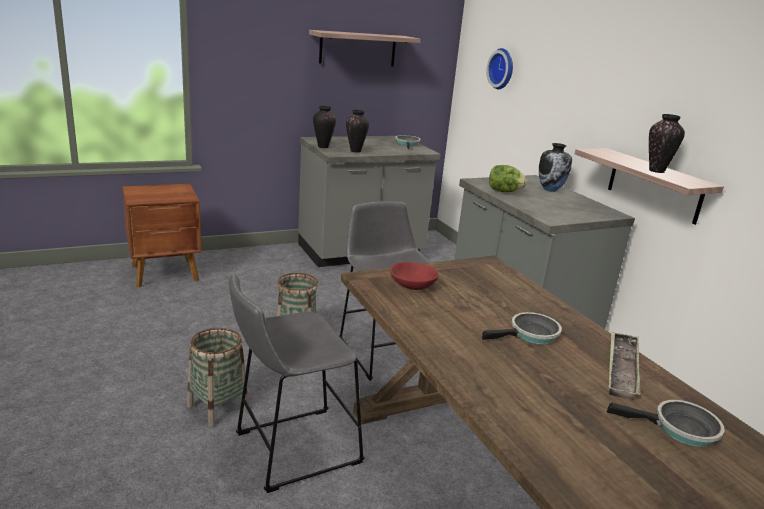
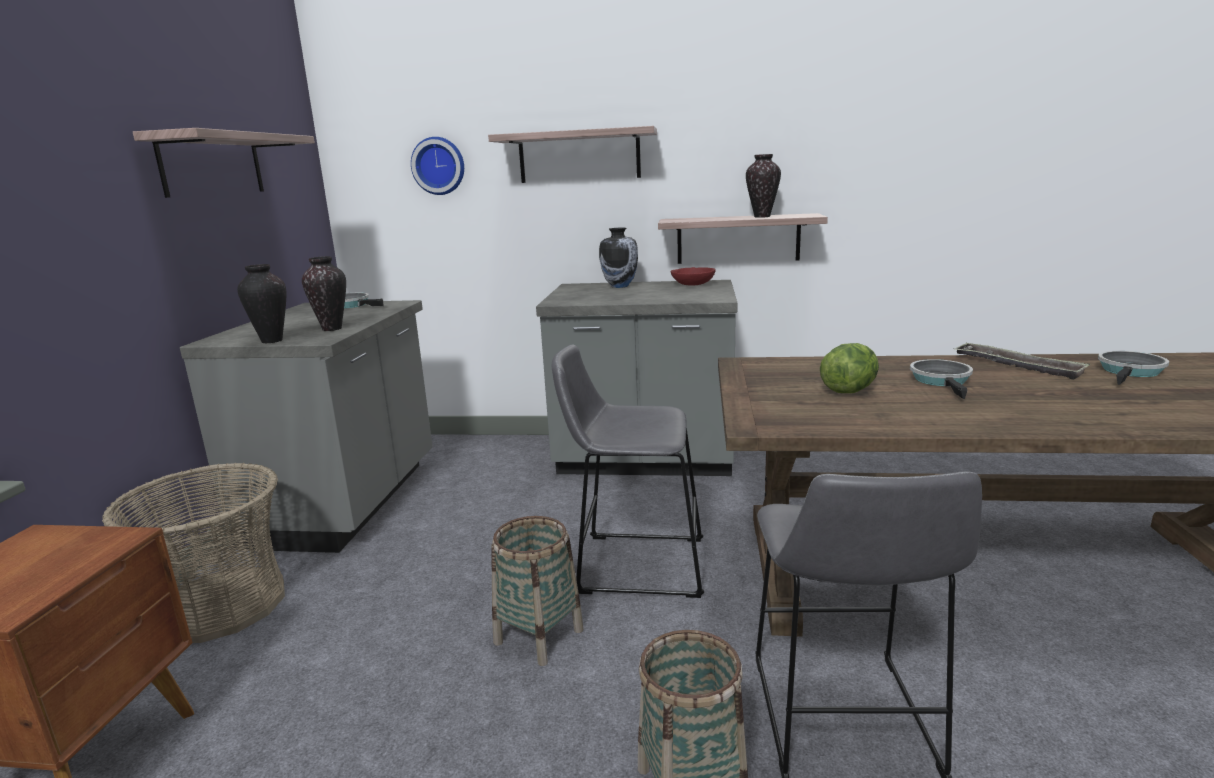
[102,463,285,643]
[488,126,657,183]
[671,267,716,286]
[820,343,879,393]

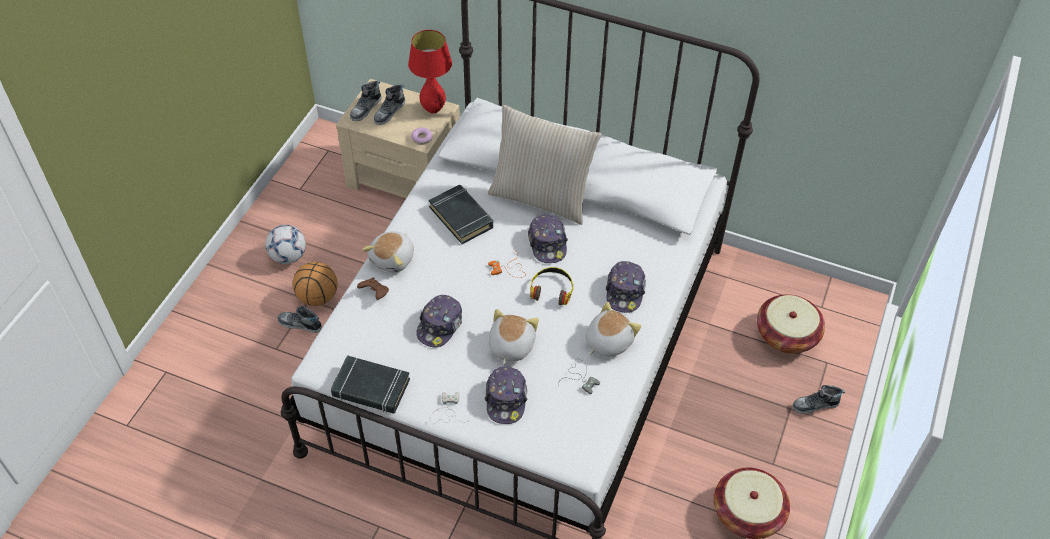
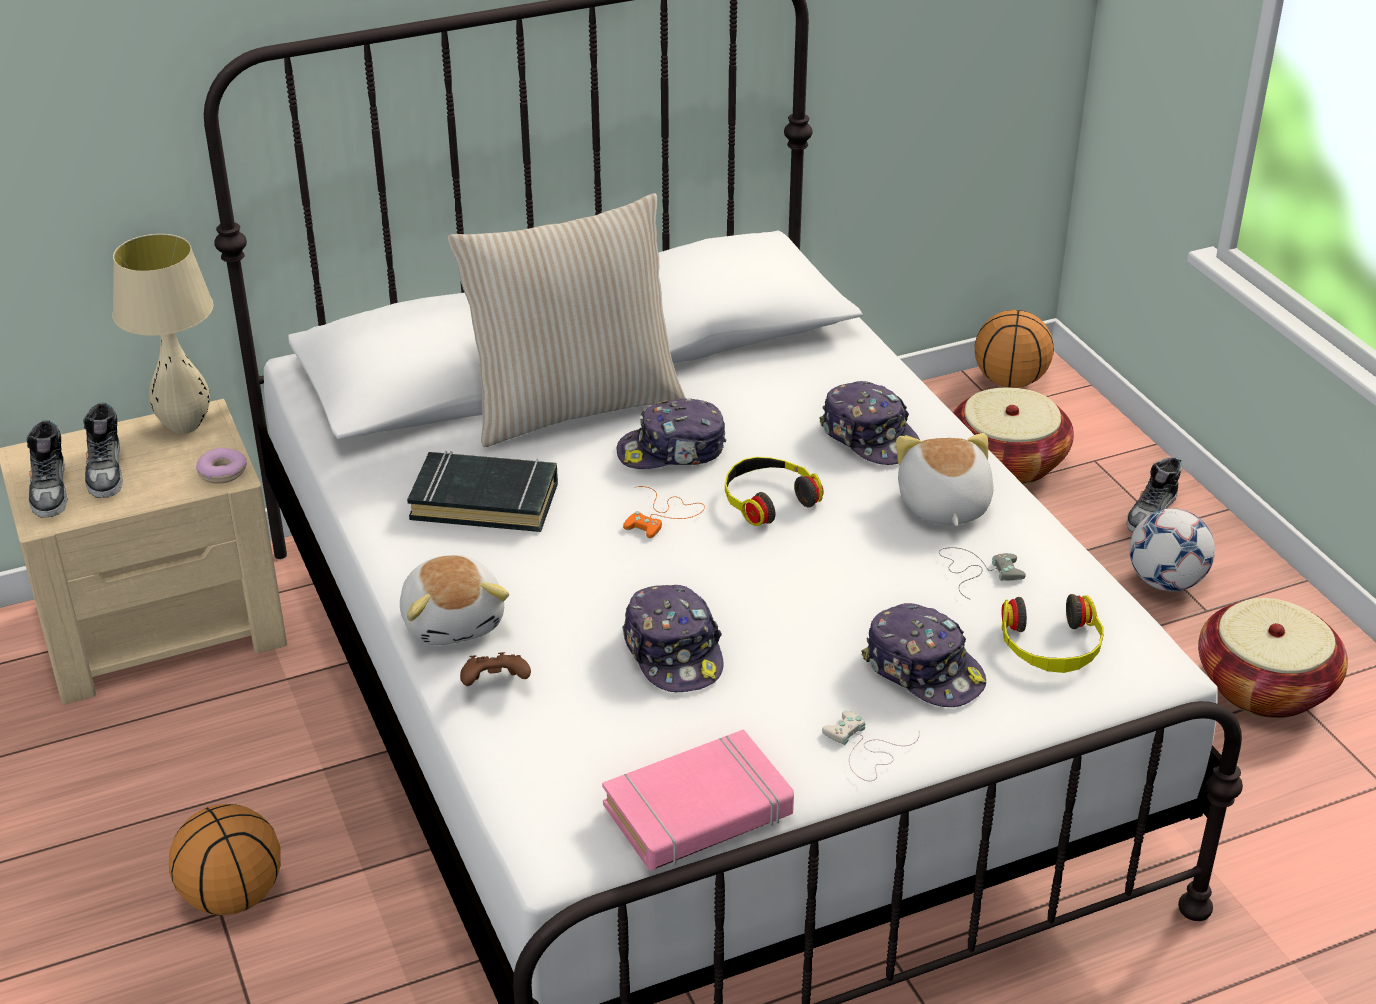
[278,306,322,333] (first image)
[489,309,539,365] (first image)
[975,310,1054,388]
[1002,594,1104,673]
[1130,508,1215,591]
[602,729,794,871]
[113,234,214,434]
[617,398,726,469]

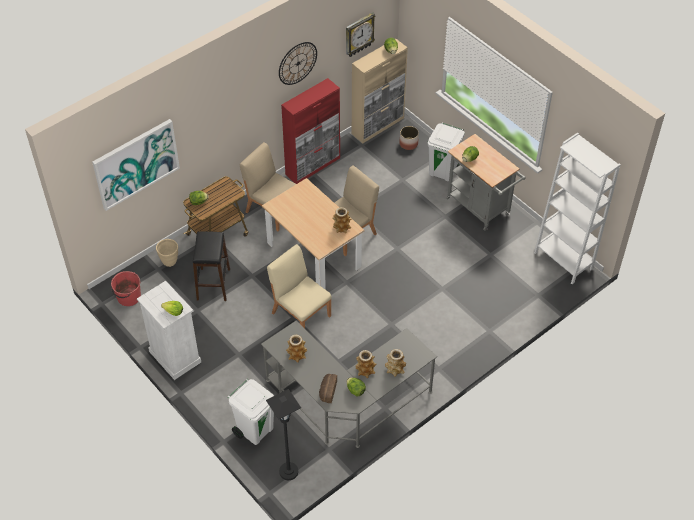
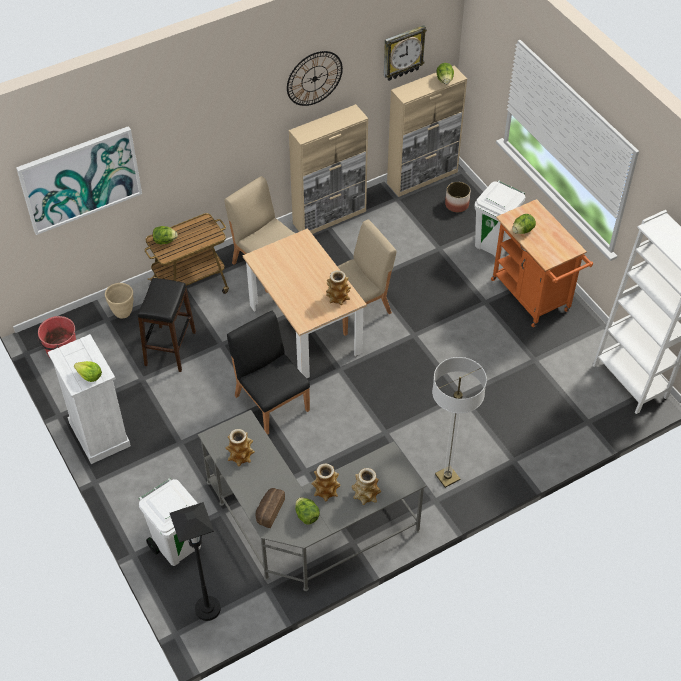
[432,357,487,488]
[227,311,310,435]
[289,104,368,234]
[491,199,593,327]

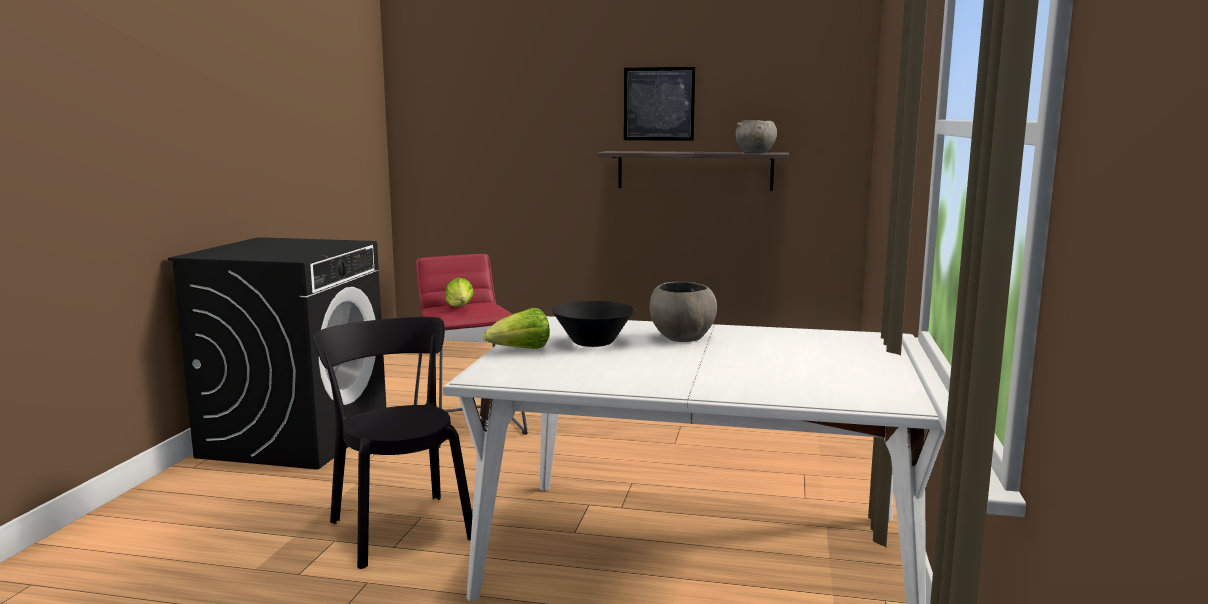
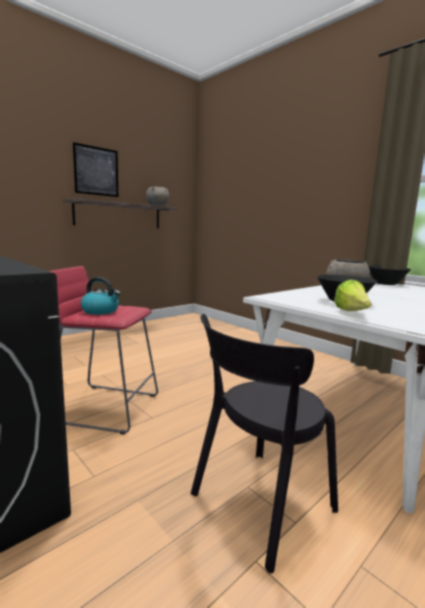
[369,265,411,285]
[81,277,121,315]
[191,314,338,574]

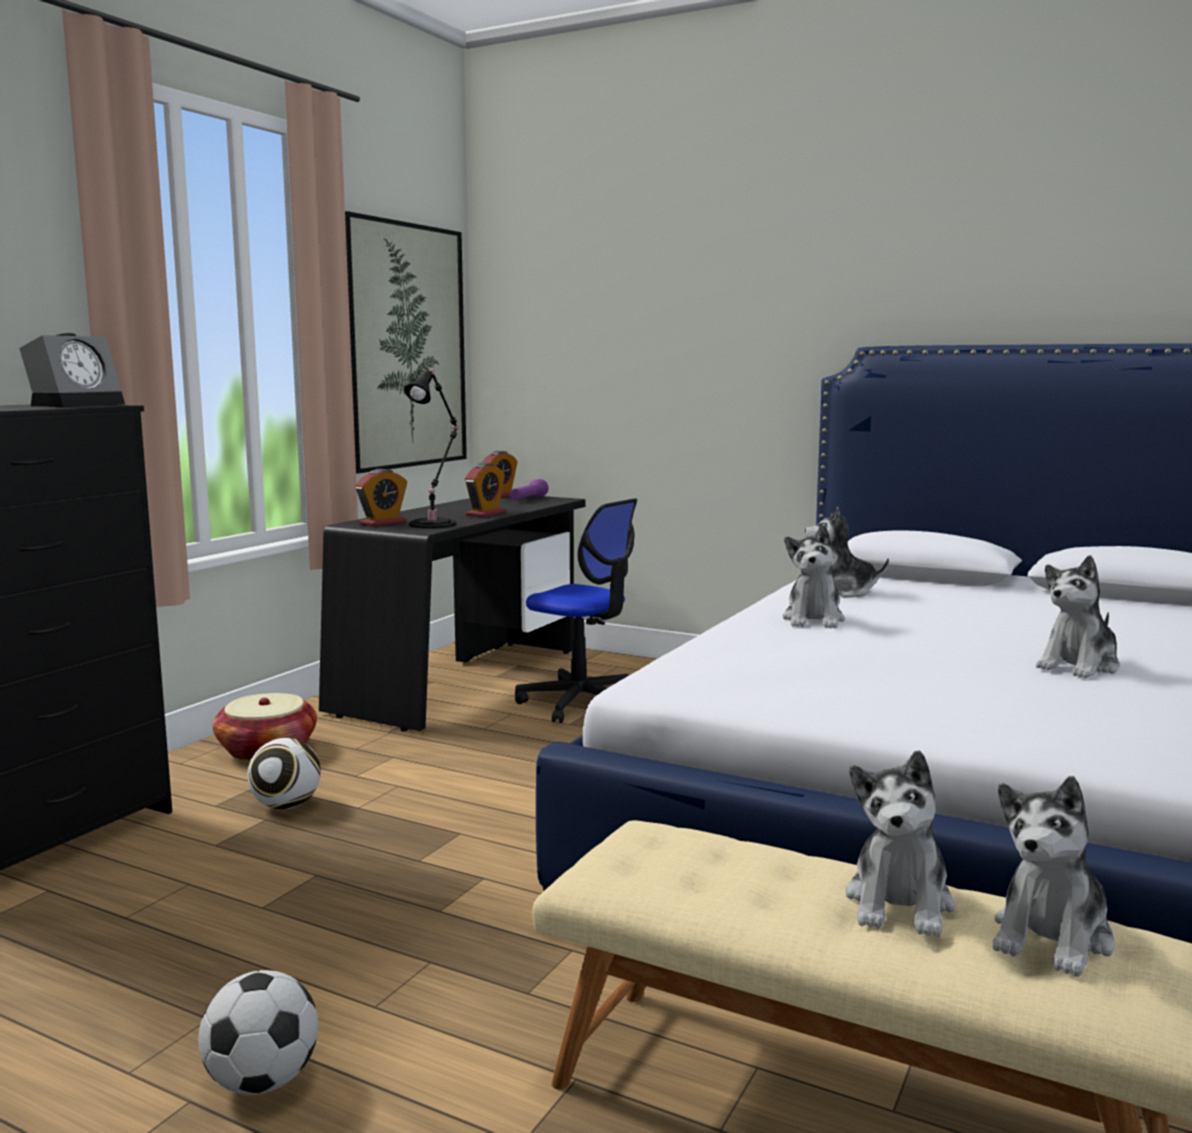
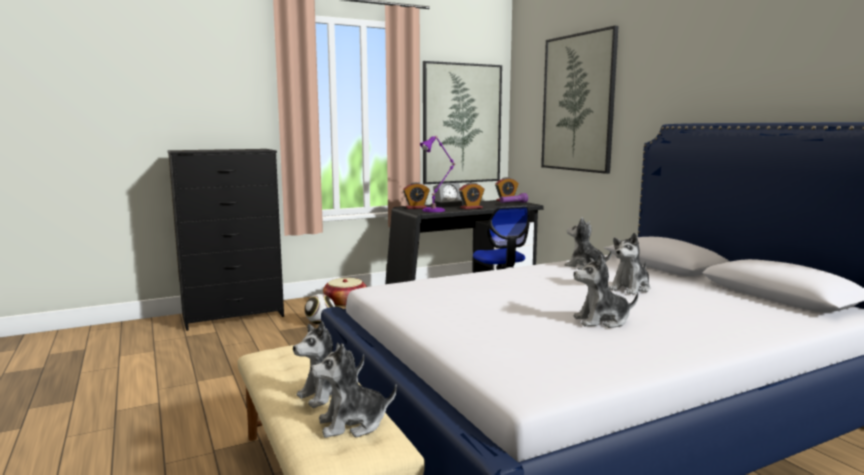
[198,970,318,1095] (first image)
[541,26,619,174]
[433,182,463,207]
[609,233,650,295]
[420,136,455,212]

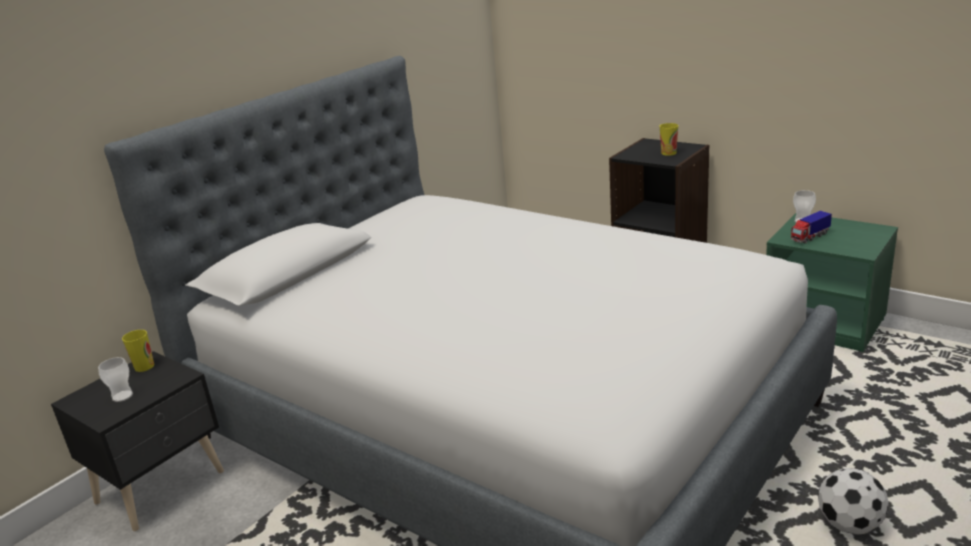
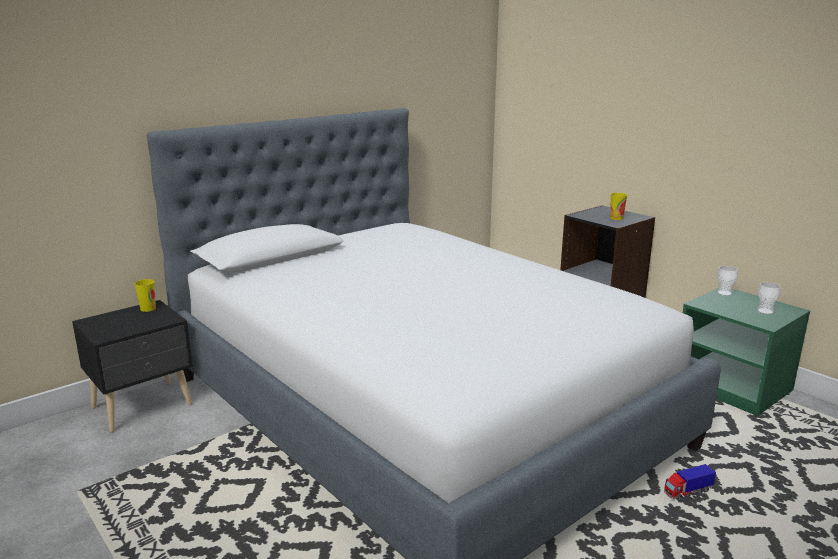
[818,468,889,535] (first image)
[757,282,781,314]
[664,464,716,500]

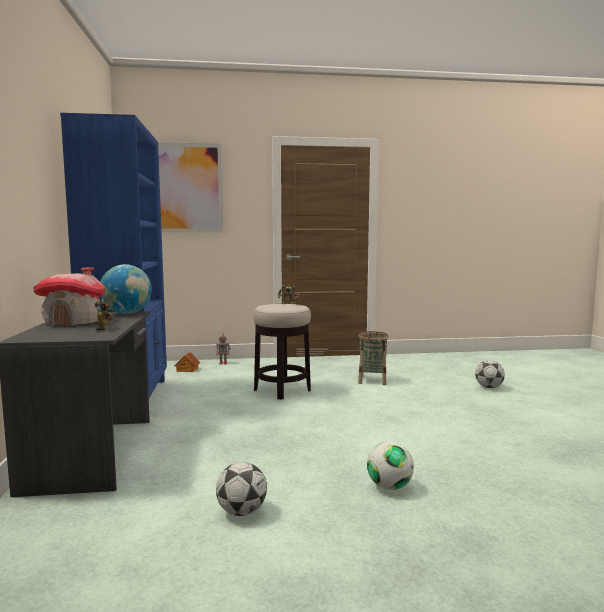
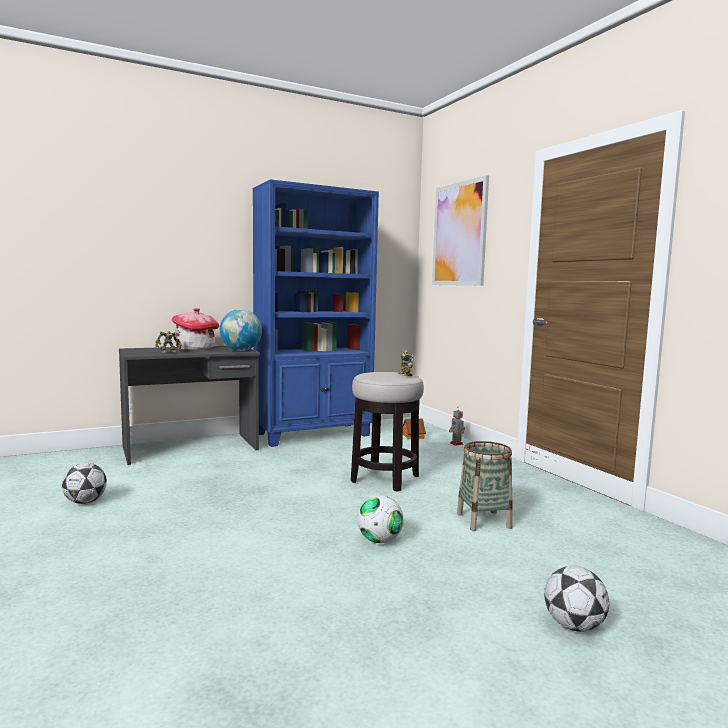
[357,495,404,543]

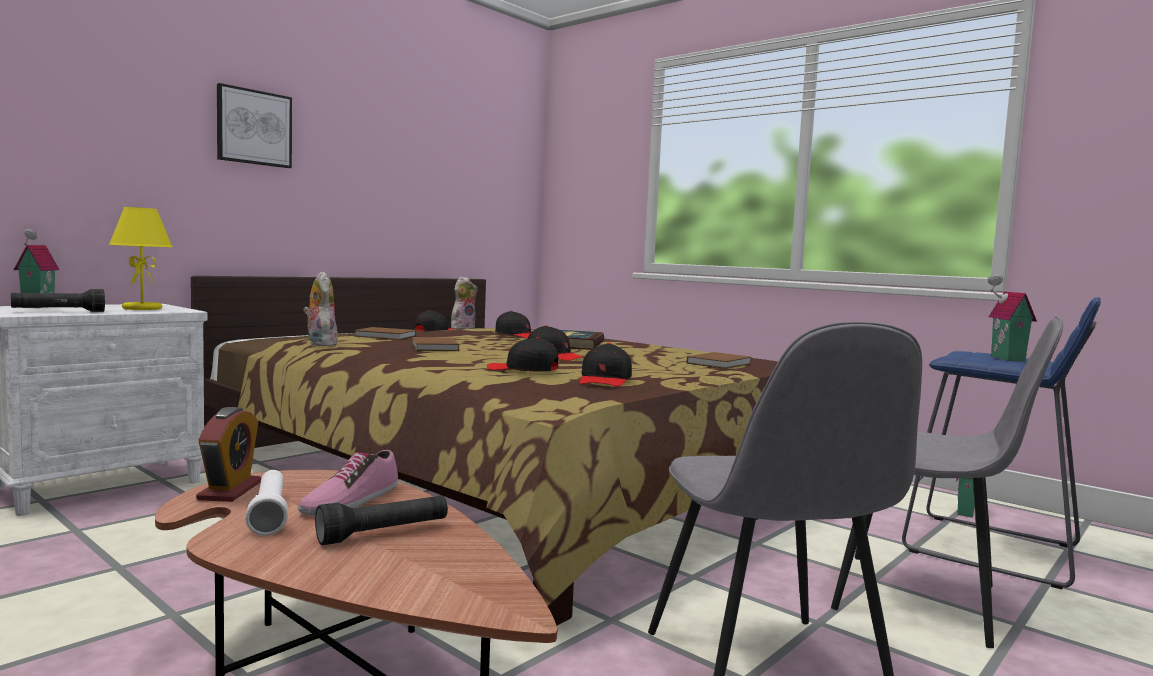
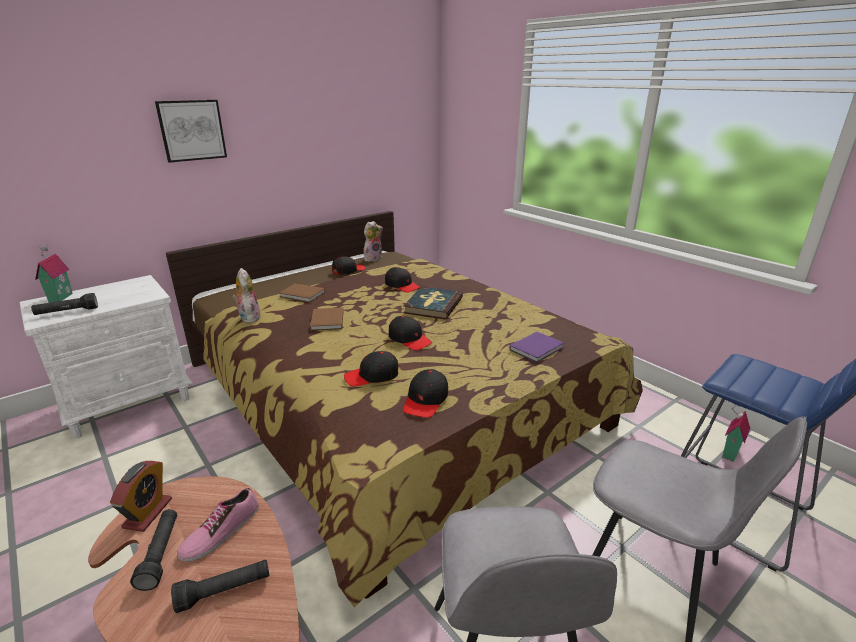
[109,207,172,310] (first image)
[988,274,1037,362] (first image)
[130,509,177,591]
[509,331,564,363]
[344,351,398,387]

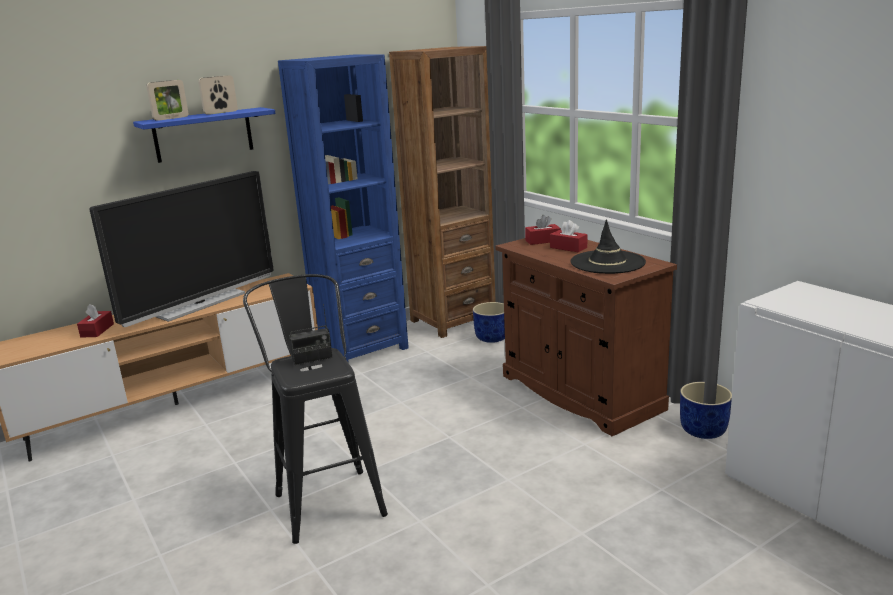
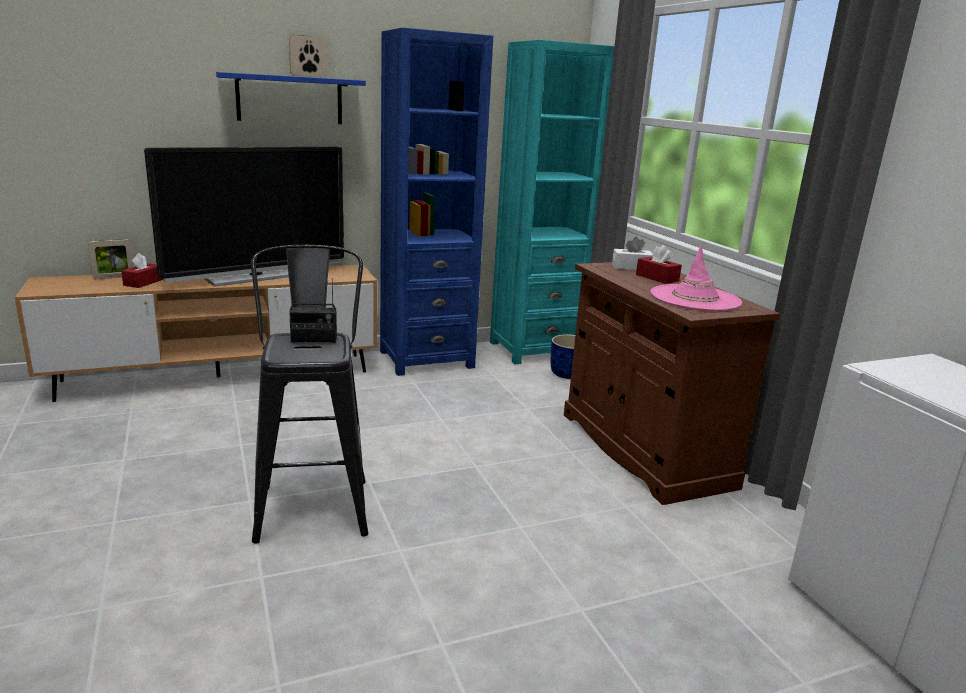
[680,382,732,439] (first image)
[88,239,134,280]
[490,40,614,364]
[612,237,653,270]
[651,245,742,311]

